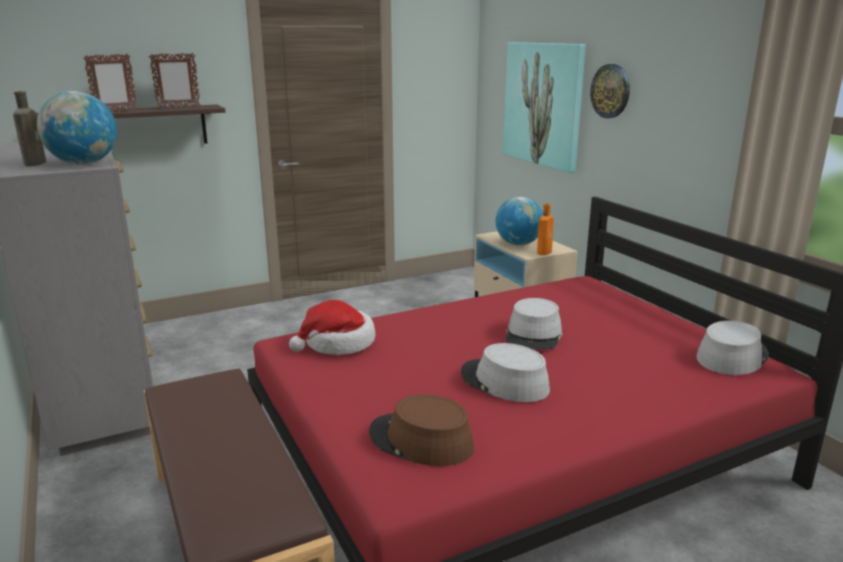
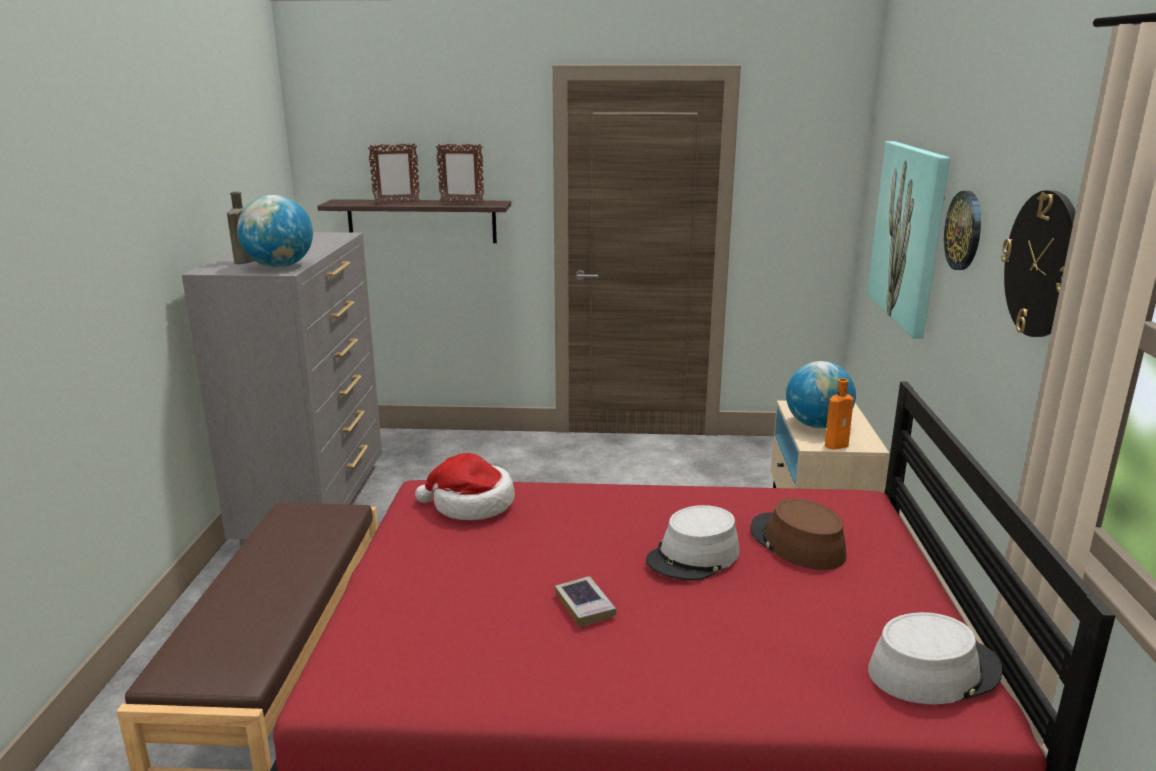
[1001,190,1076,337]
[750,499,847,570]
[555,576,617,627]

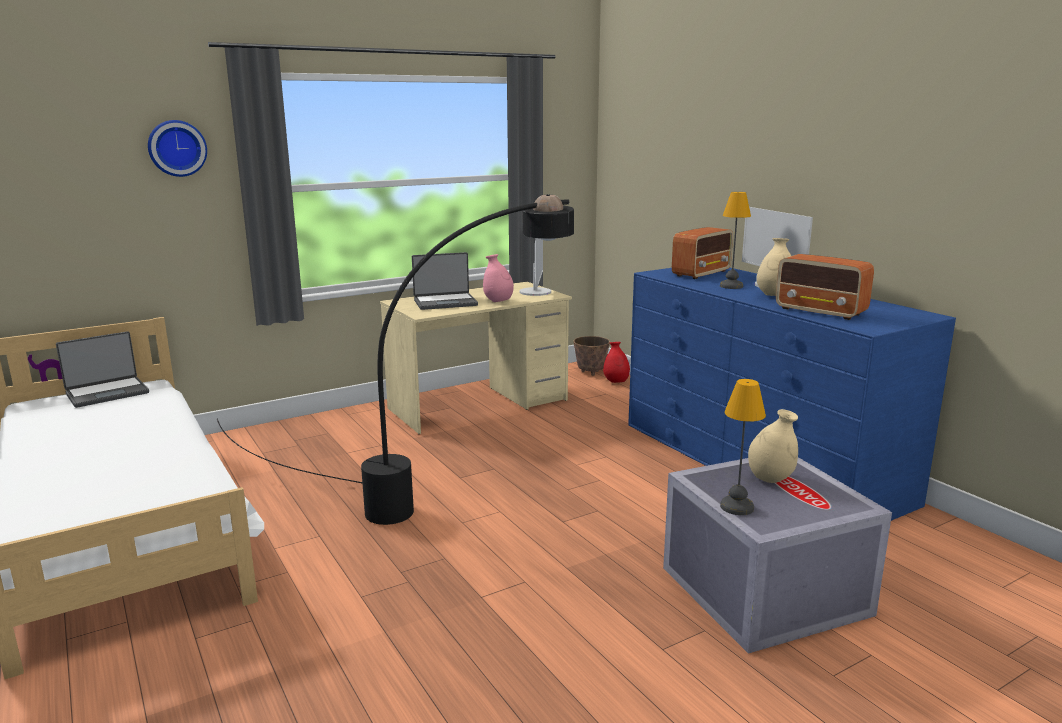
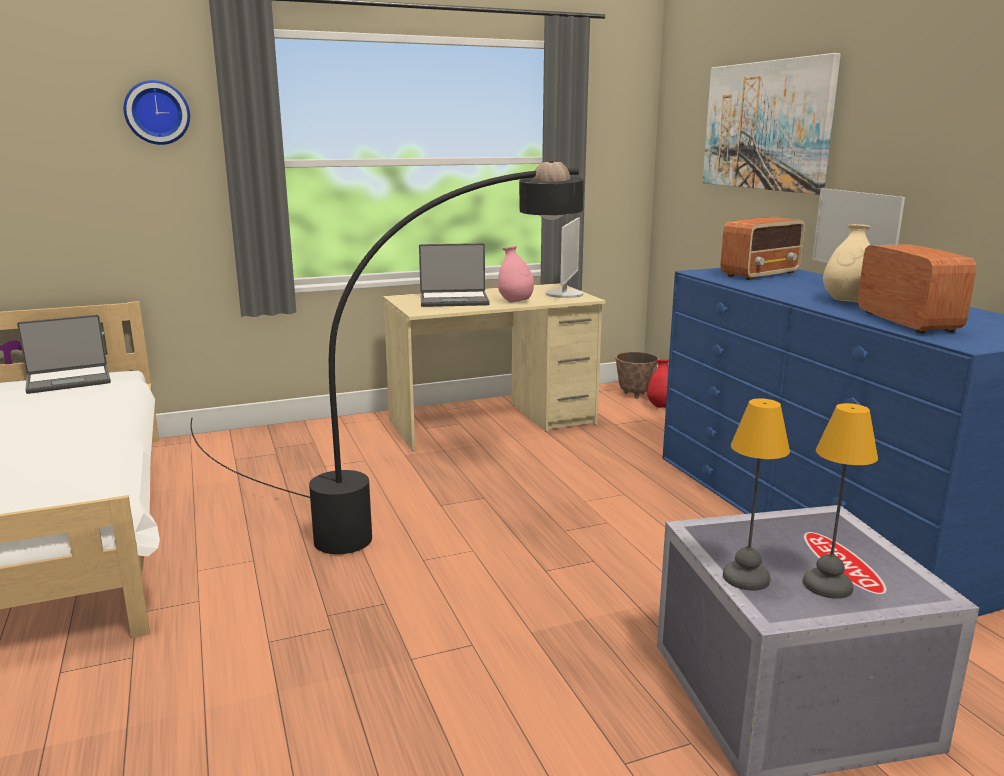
[748,409,798,483] (first image)
[703,53,841,195]
[803,403,878,599]
[858,244,976,334]

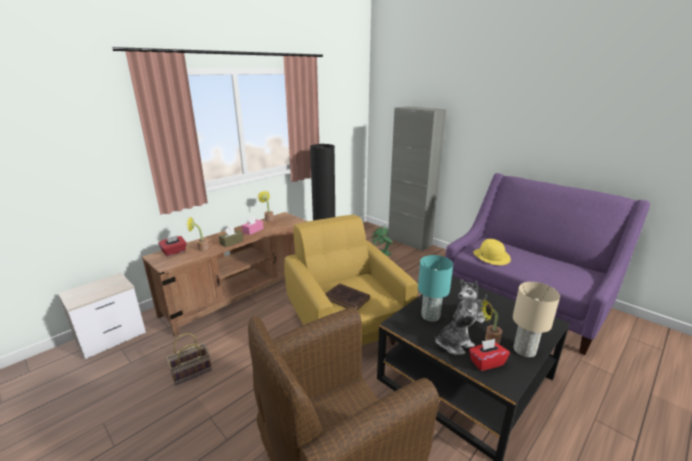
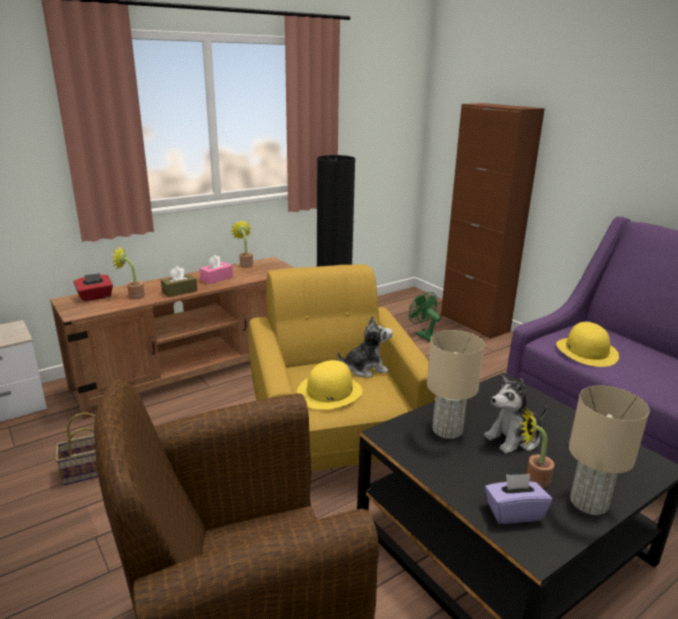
[337,315,392,377]
[297,360,363,410]
[441,103,545,339]
[427,330,485,439]
[485,474,552,524]

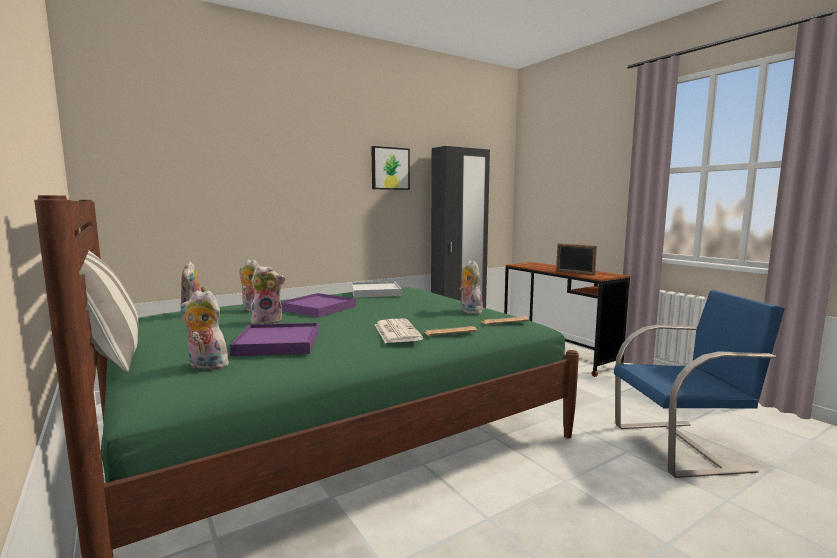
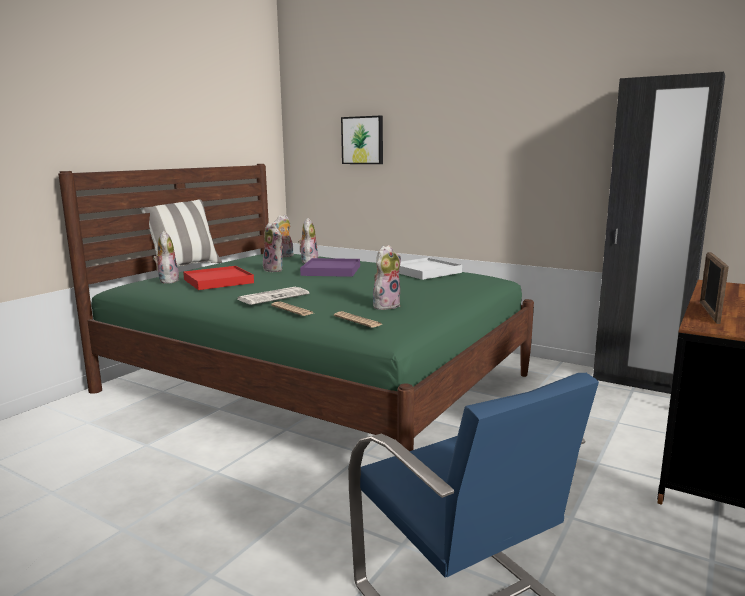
[341,116,383,164]
[183,266,254,290]

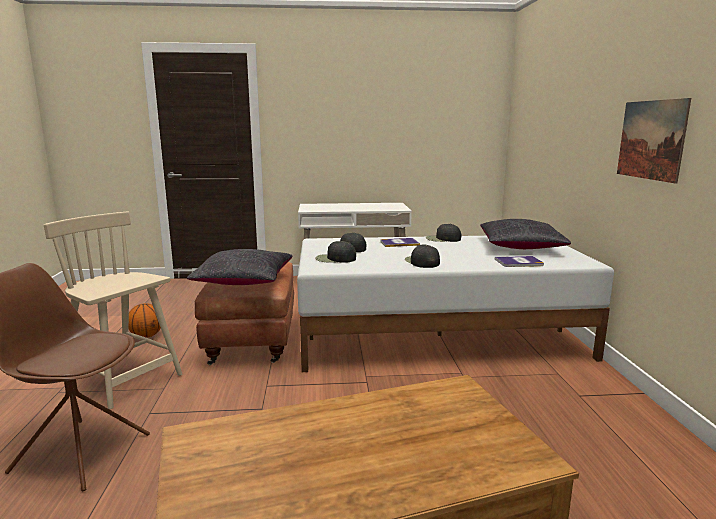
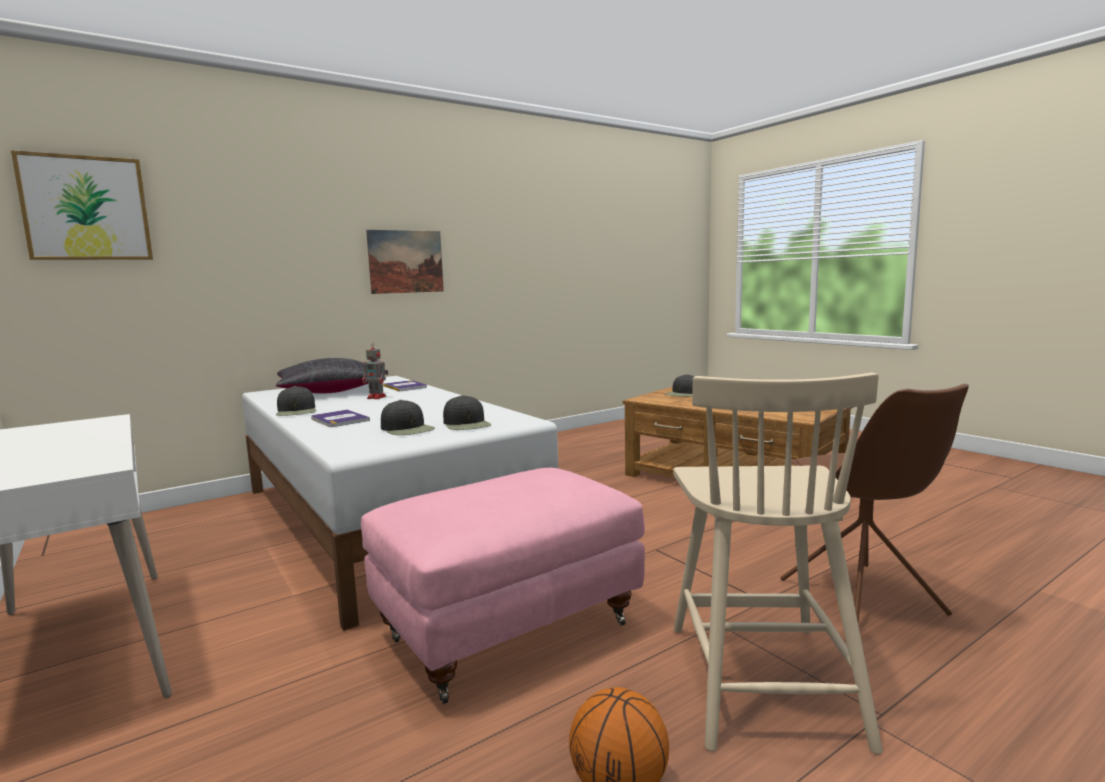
[187,249,292,285] (first image)
[11,150,153,260]
[362,342,388,399]
[665,374,694,397]
[361,468,645,704]

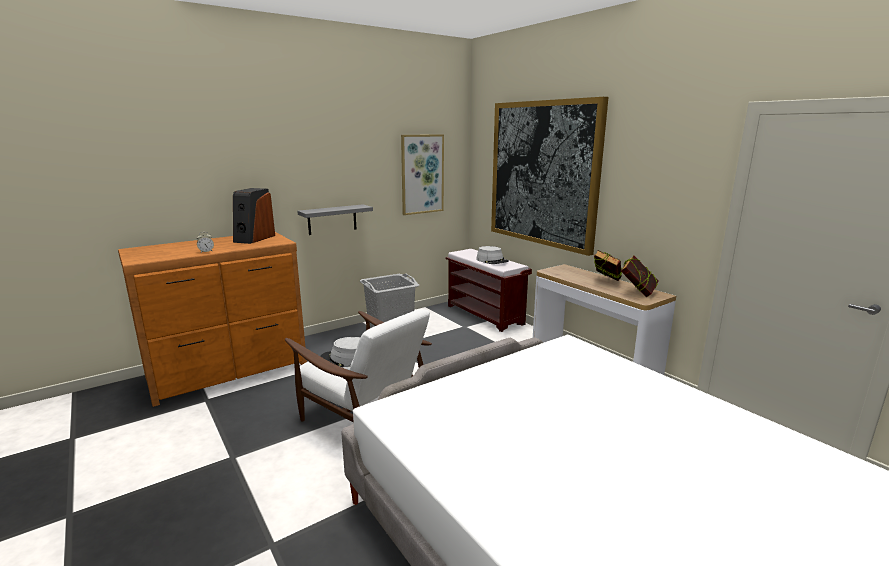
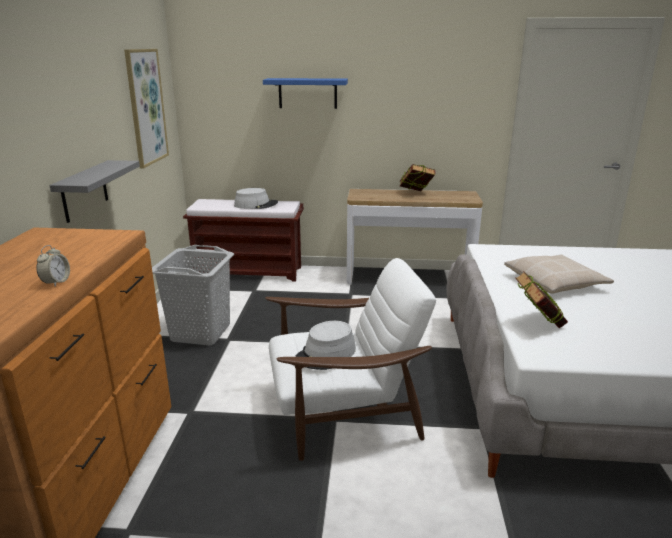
[233,188,275,244] (first image)
[504,255,614,294]
[515,271,568,328]
[263,78,348,109]

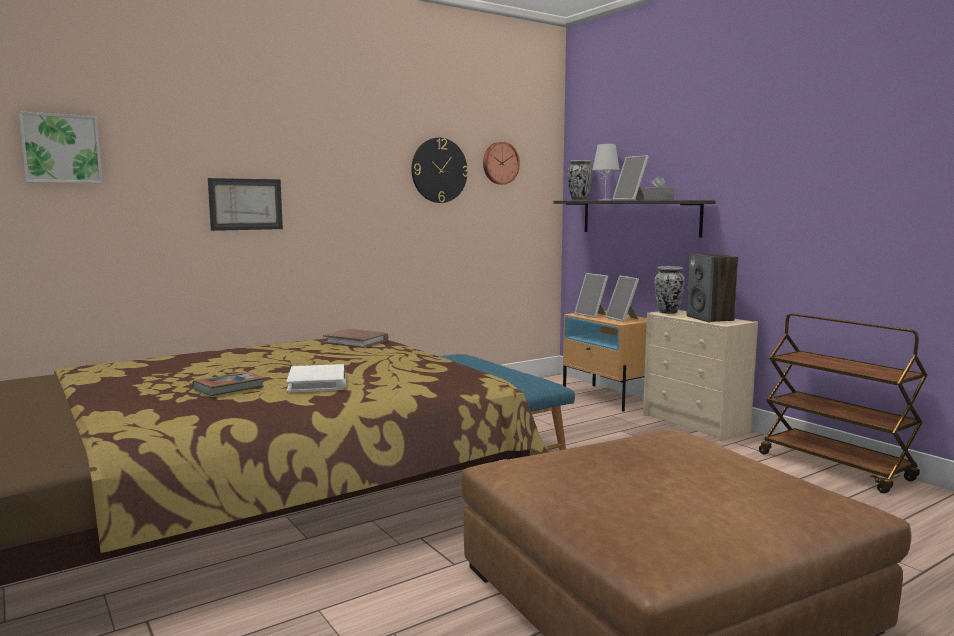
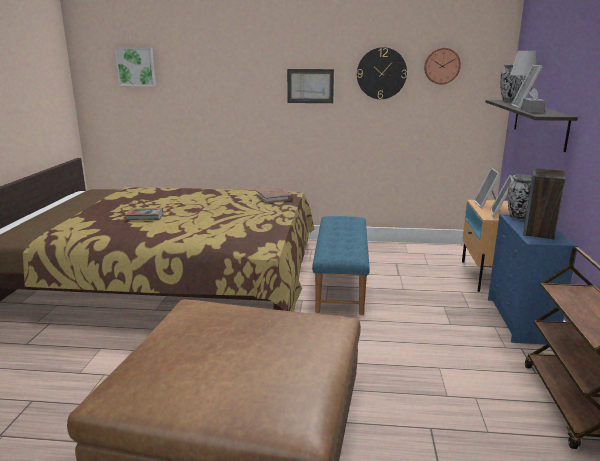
[286,364,346,393] (first image)
[287,69,334,103]
[488,214,578,345]

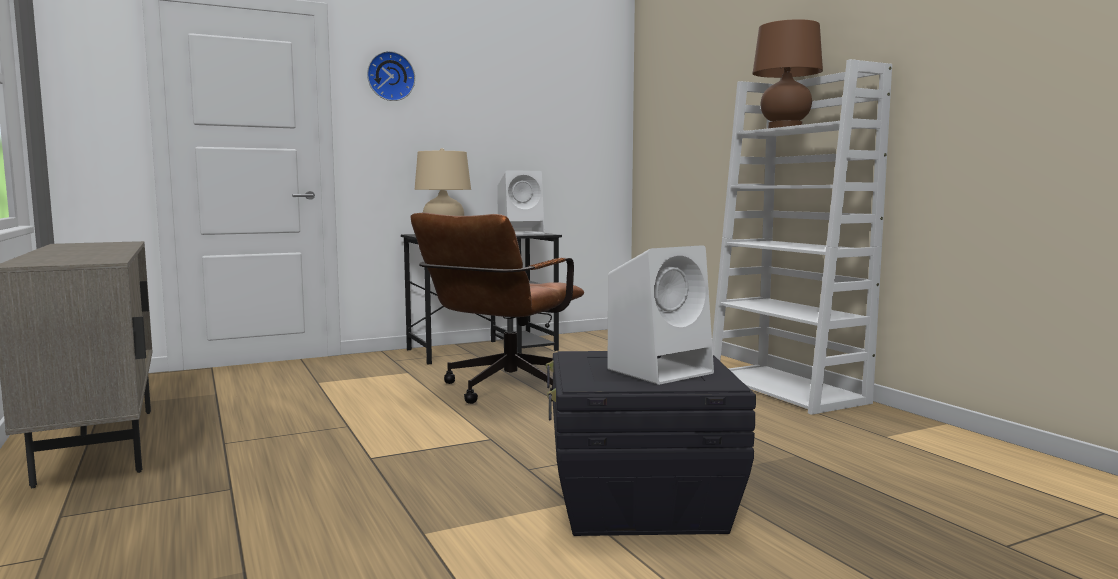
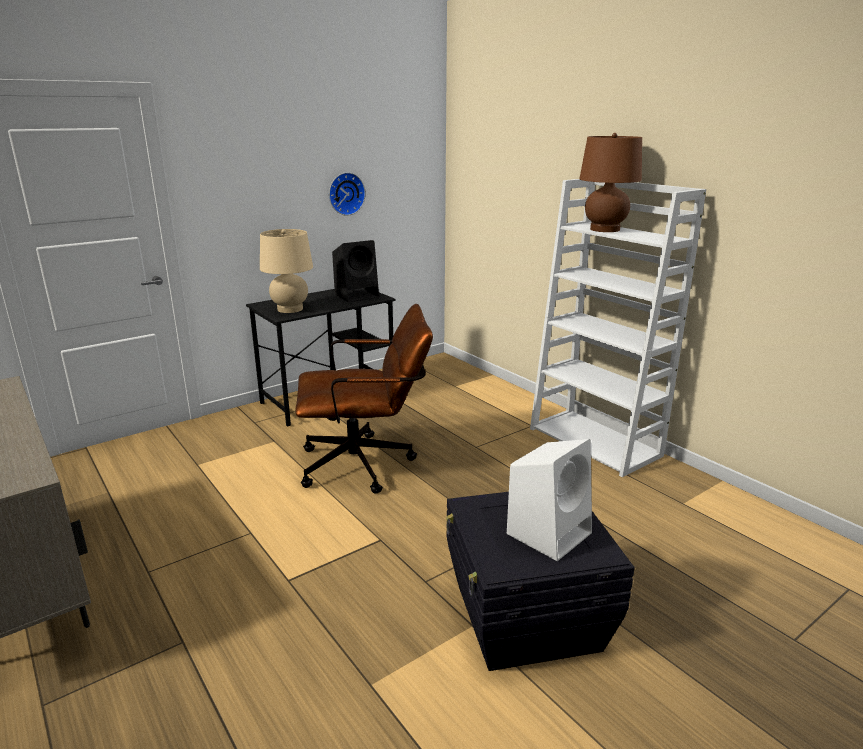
[329,172,366,216]
[332,240,379,302]
[295,304,433,494]

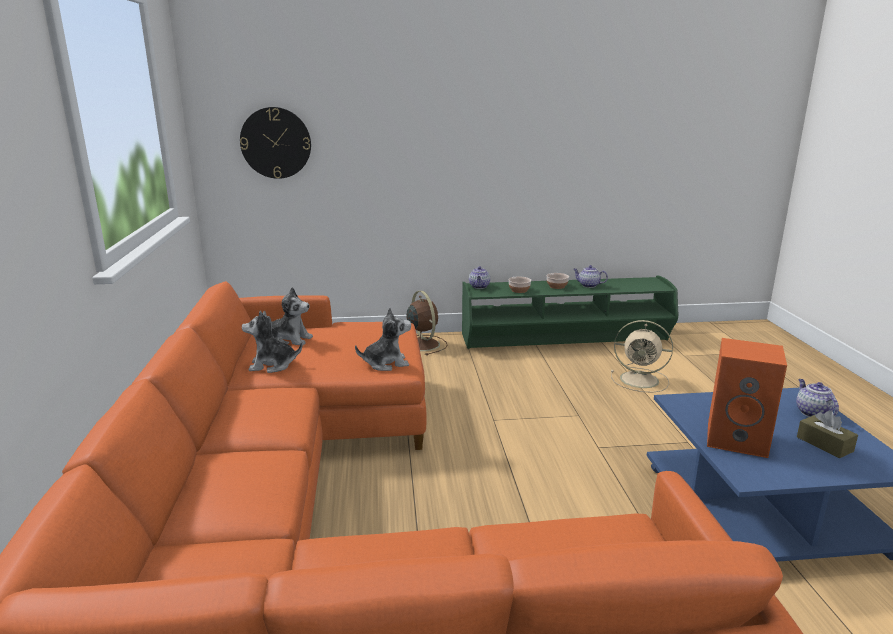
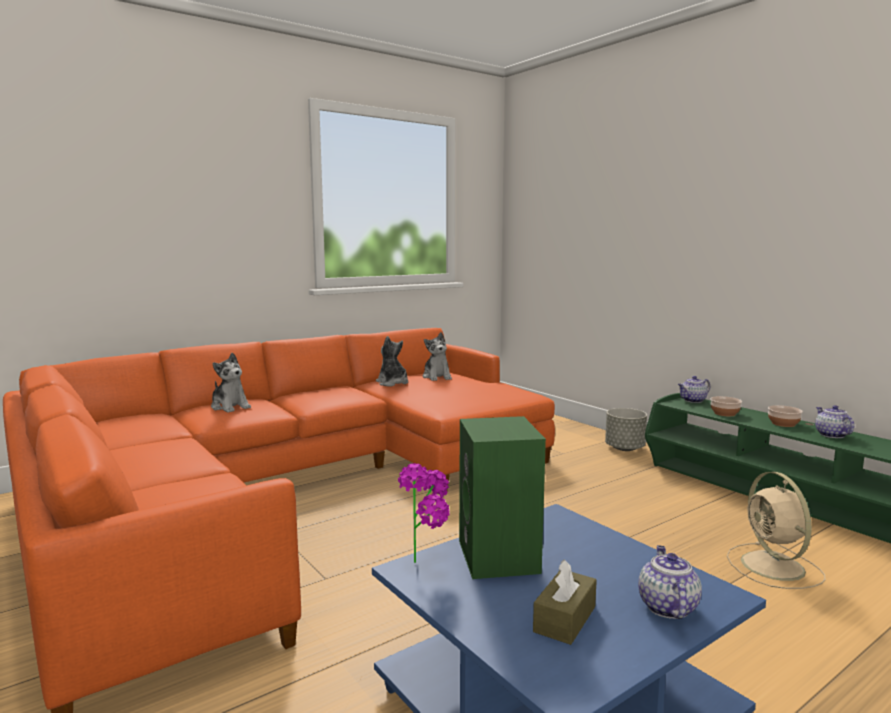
[240,107,311,179] (first image)
[398,463,450,563]
[211,352,251,413]
[605,408,647,451]
[459,416,546,579]
[638,545,702,619]

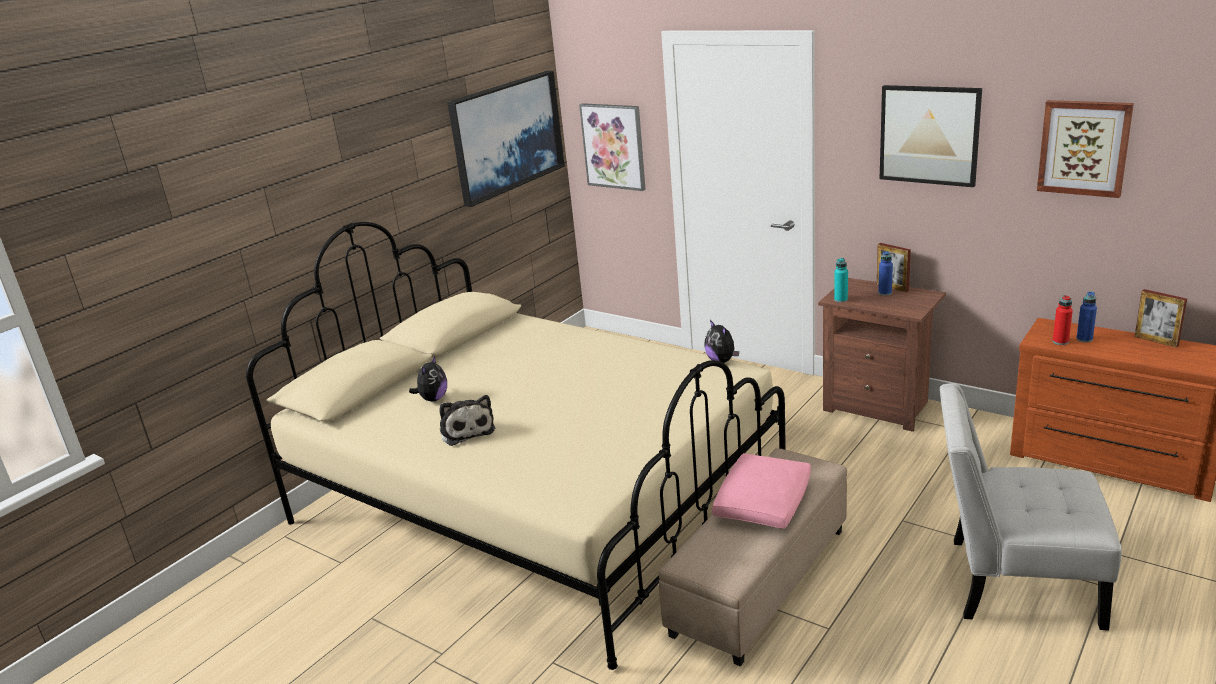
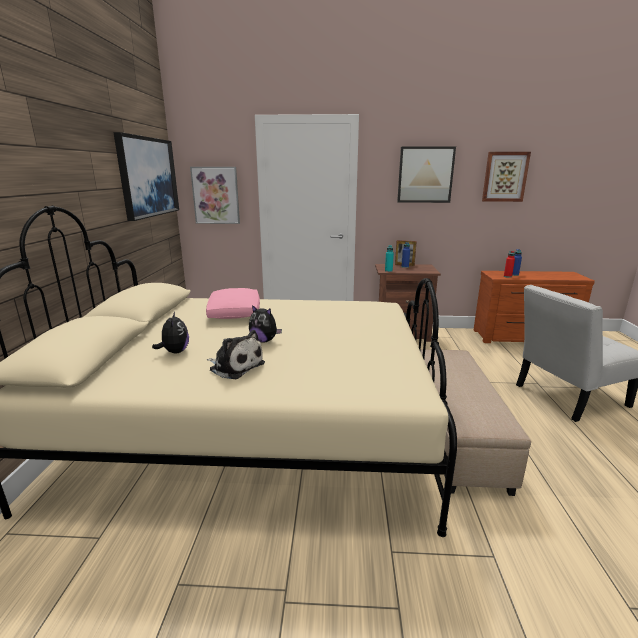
[1135,289,1187,348] (first image)
[249,305,282,343]
[206,288,260,319]

